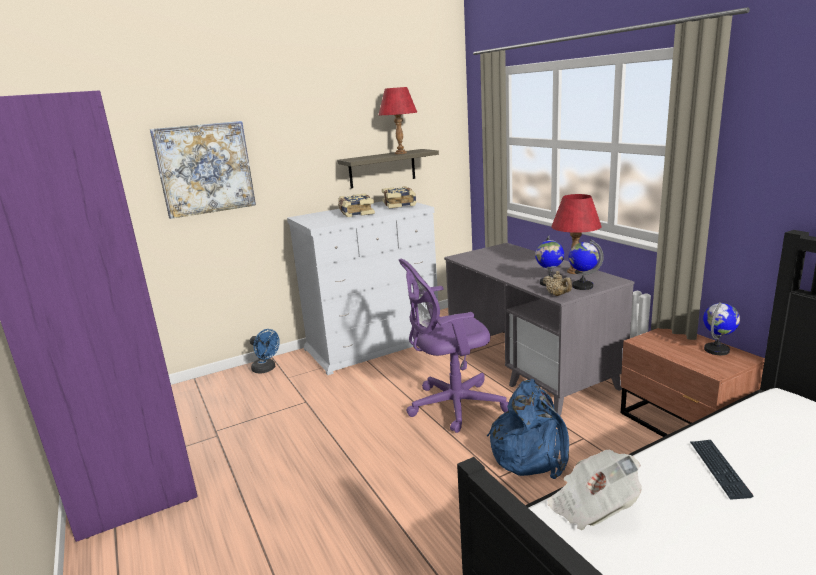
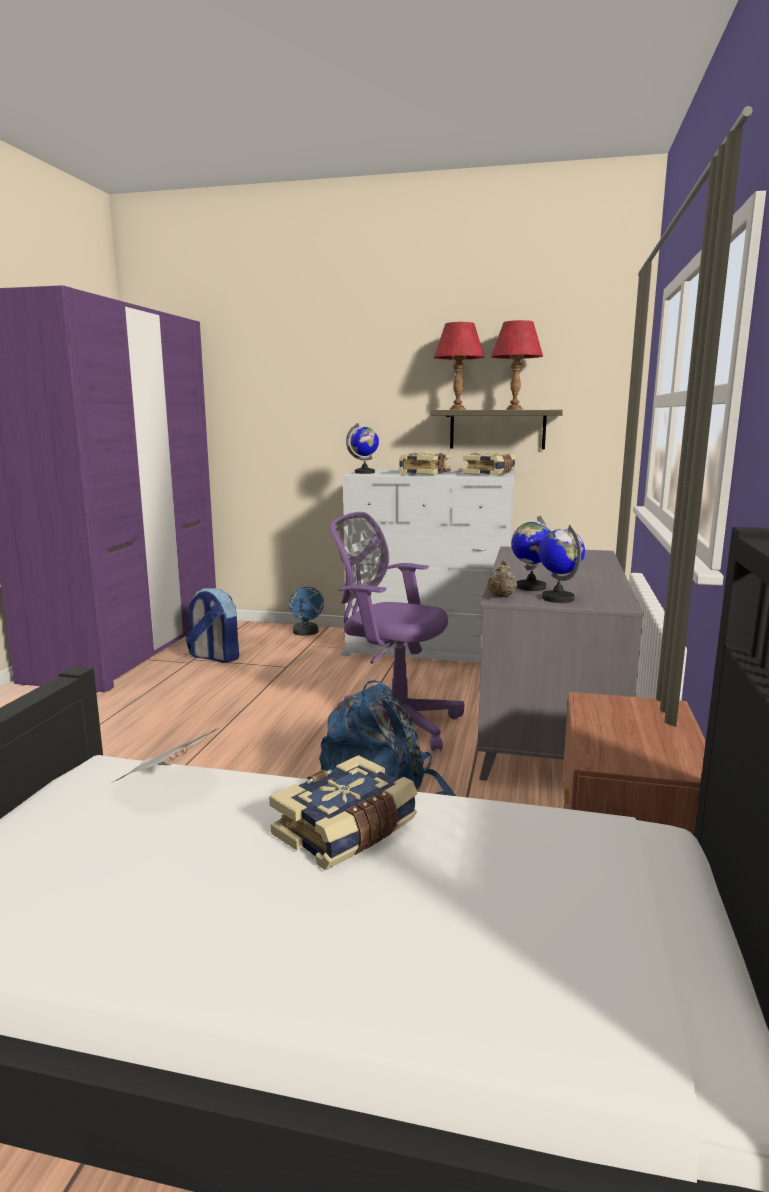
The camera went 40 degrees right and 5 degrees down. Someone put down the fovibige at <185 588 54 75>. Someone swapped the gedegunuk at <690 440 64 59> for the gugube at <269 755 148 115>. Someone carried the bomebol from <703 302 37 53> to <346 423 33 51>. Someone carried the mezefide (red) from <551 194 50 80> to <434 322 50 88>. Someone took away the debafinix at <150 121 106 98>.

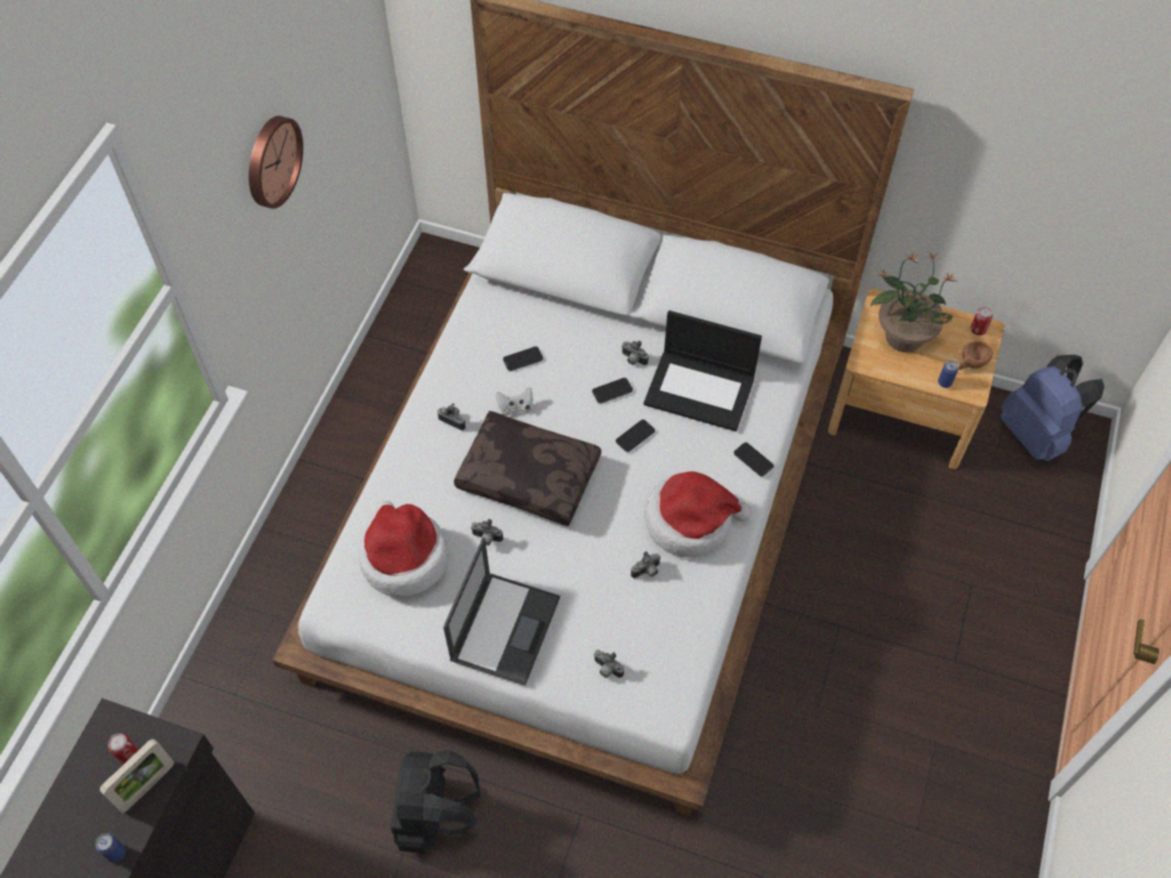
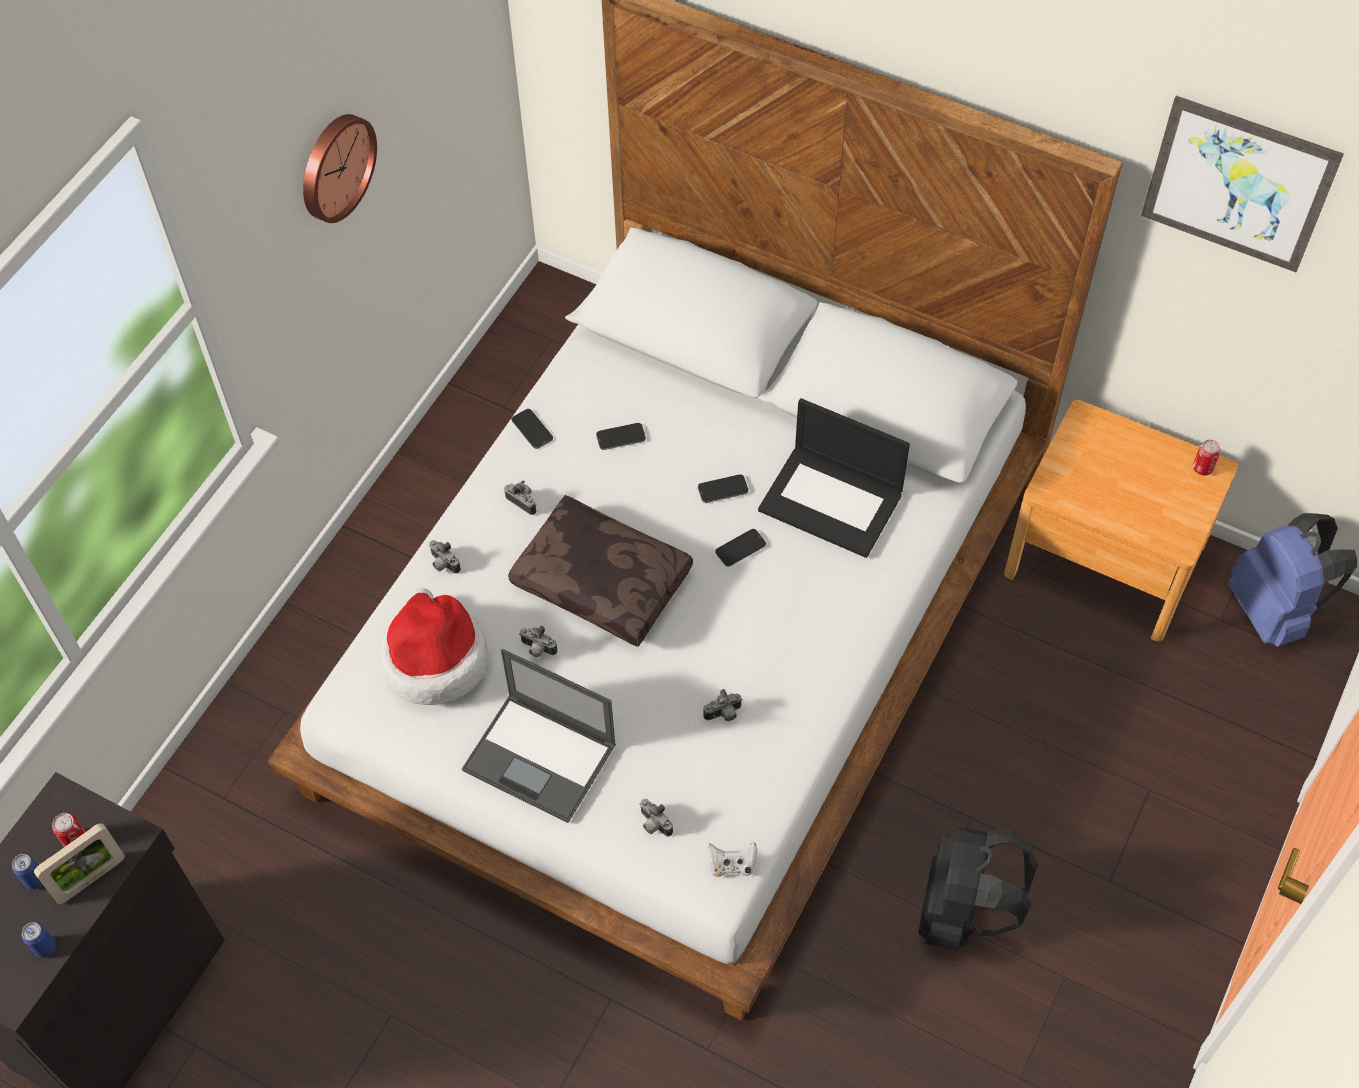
The camera went 10 degrees right and 0 degrees up. Someone carried the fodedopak from <938 361 21 27> to <12 854 31 36>. Someone carried the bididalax from <621 340 28 25> to <429 540 32 34>. Someone rotated the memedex at <443 537 117 149> by 90 degrees clockwise. Someone carried the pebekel from <734 442 40 35> to <511 409 42 40>. Someone carried the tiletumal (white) from <496 387 37 29> to <706 842 51 35>. Someone carried the fovibige (black) from <390 750 90 103> to <919 827 119 124>. Someone put up the debafinix at <1141 96 203 176>. Someone took away the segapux at <645 471 107 87>. Someone took away the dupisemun at <870 252 88 100>. Someone took away the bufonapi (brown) at <958 341 35 29>.

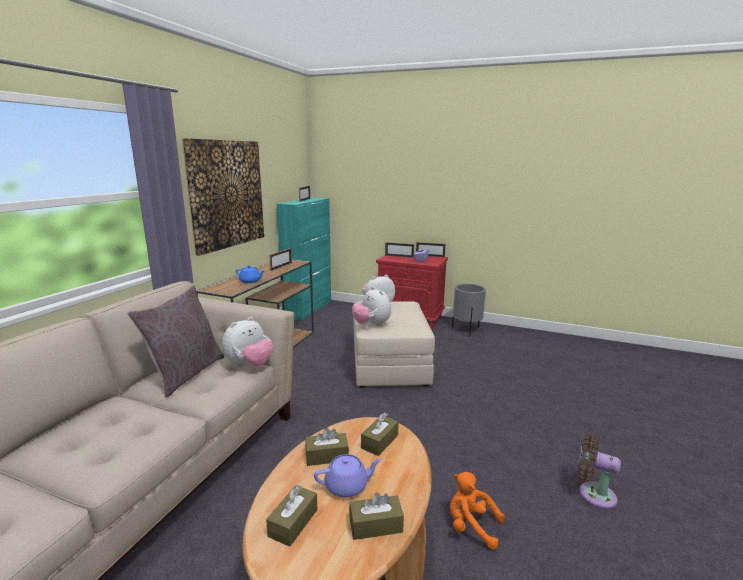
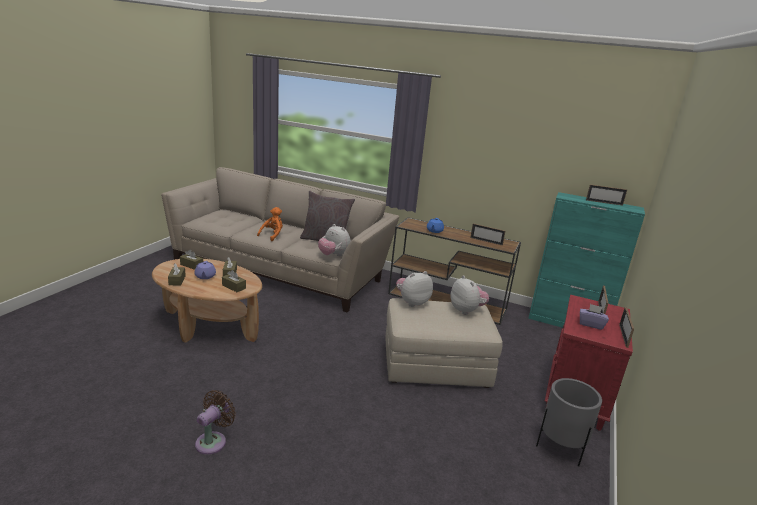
The camera went 90 degrees right and 5 degrees up. Someone carried the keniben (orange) from <450 472 55 77> to <257 207 26 34>. Someone took away the debafinix at <182 138 82 118>.

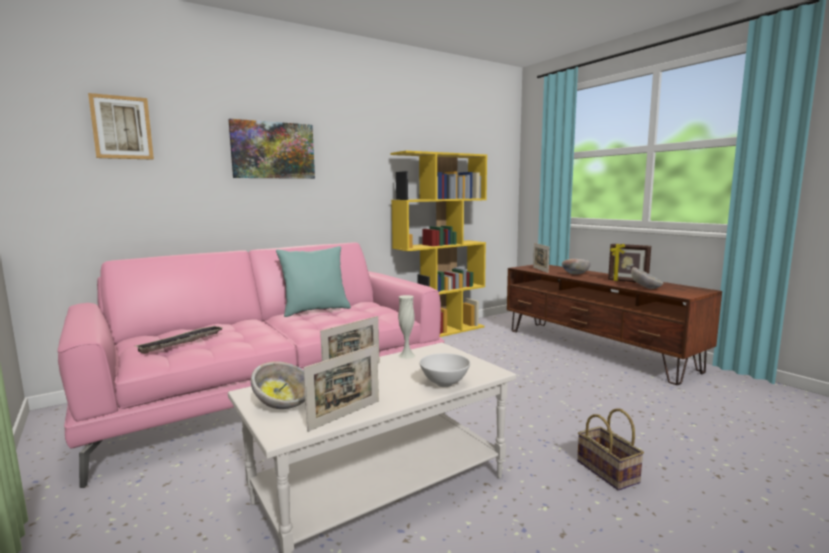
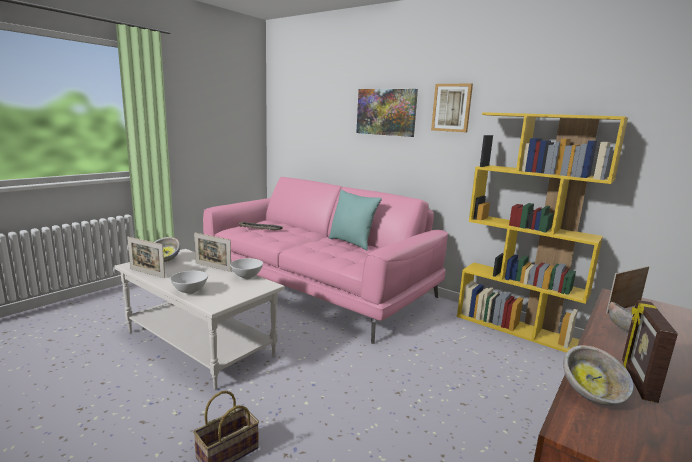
The camera went 70 degrees right and 5 degrees up. Someone swapped the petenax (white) at <398 295 17 64> for the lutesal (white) at <230 258 33 21>. Someone carried the debafinix from <88 93 66 67> to <431 83 42 49>.

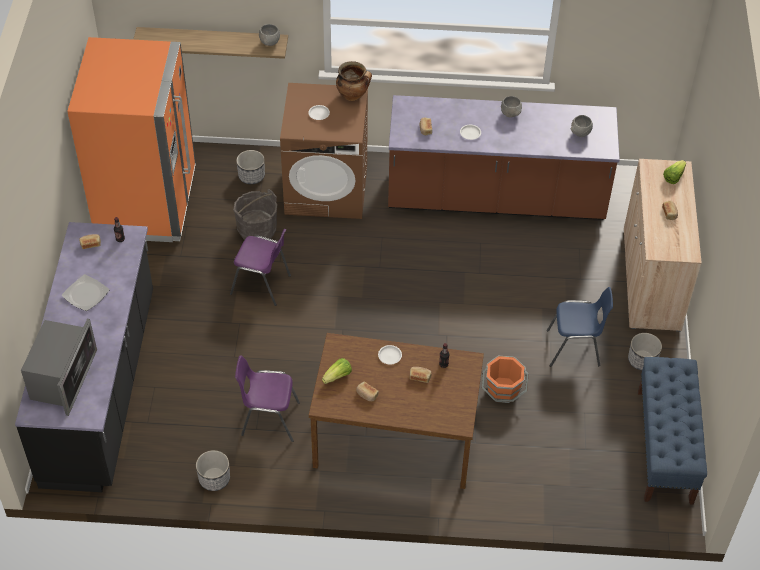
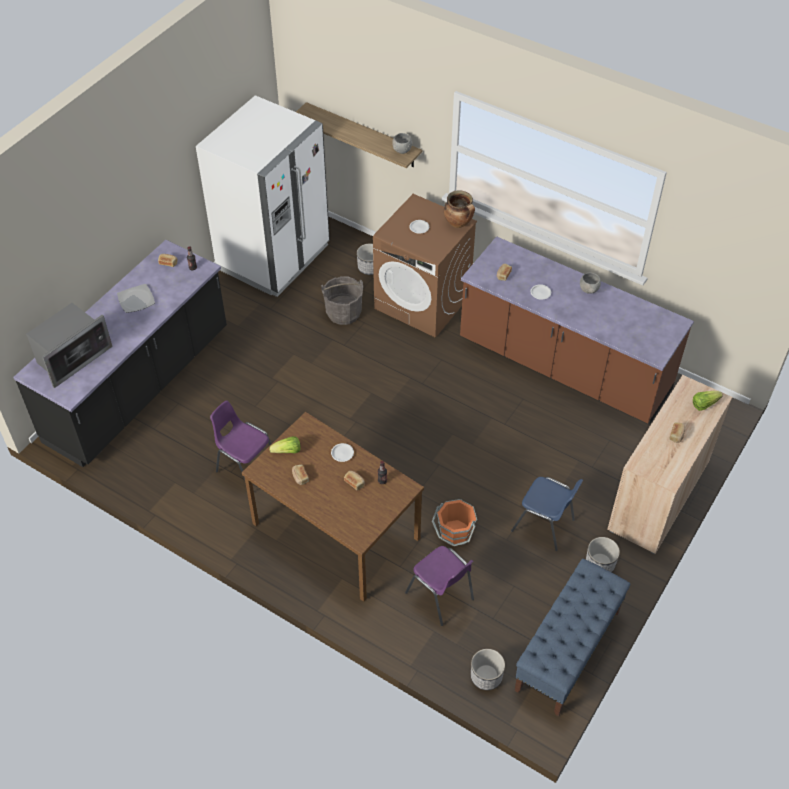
The camera went 30 degrees right and 0 degrees up. Someone repainted the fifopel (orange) at <67 37 129 205>, which became the fifopel (white) at <196 95 134 202>. Someone carried the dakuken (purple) from <230 229 61 77> to <405 546 69 80>. Someone carried the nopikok from <196 450 34 41> to <471 649 34 41>. Someone took away the lutesal (grey) at <571 115 22 22>.

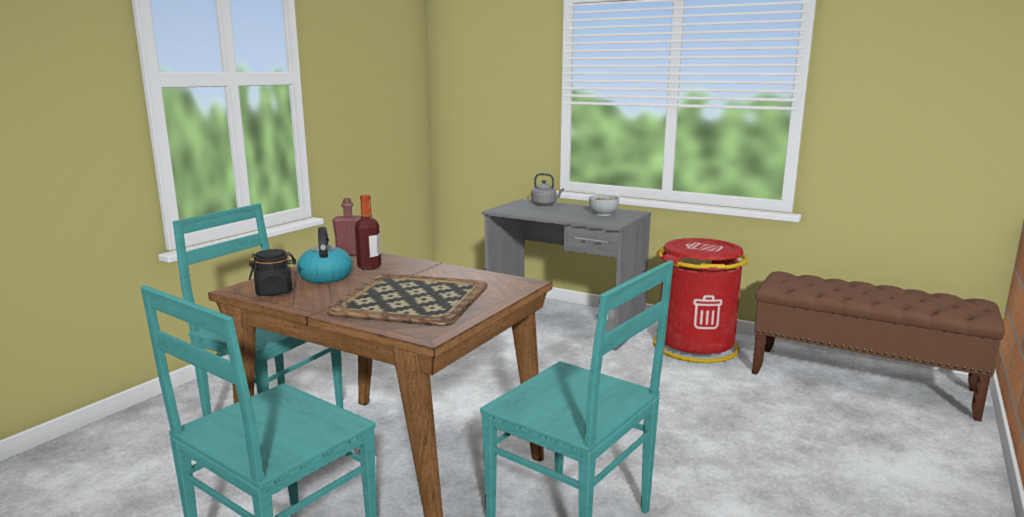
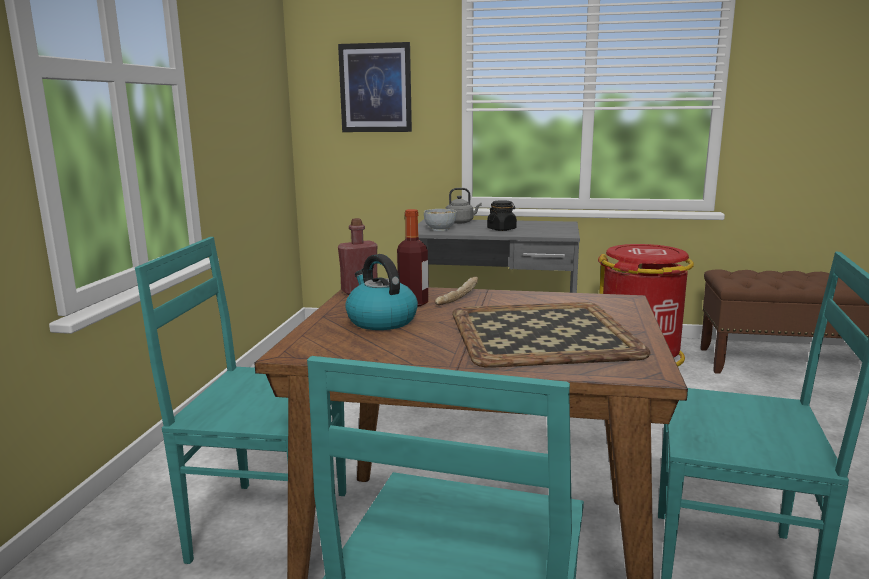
The camera went 20 degrees left and 0 degrees up. Someone put up the debafinix at <338 42 74 90>. Someone carried the lutesal from <589 195 30 21> to <424 209 33 22>. Someone put down the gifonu at <435 276 43 29>. Someone carried the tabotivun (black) from <249 249 47 47> to <487 200 30 31>.

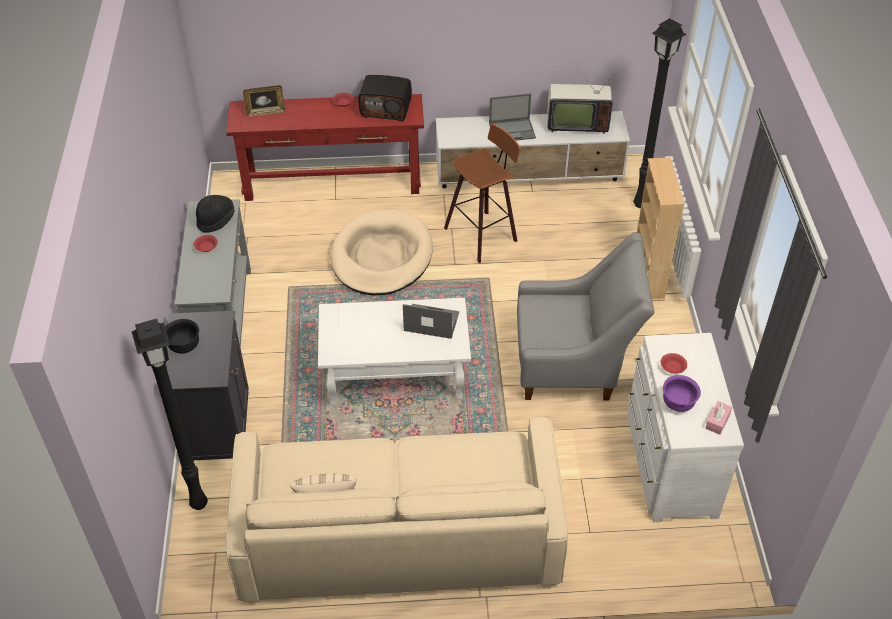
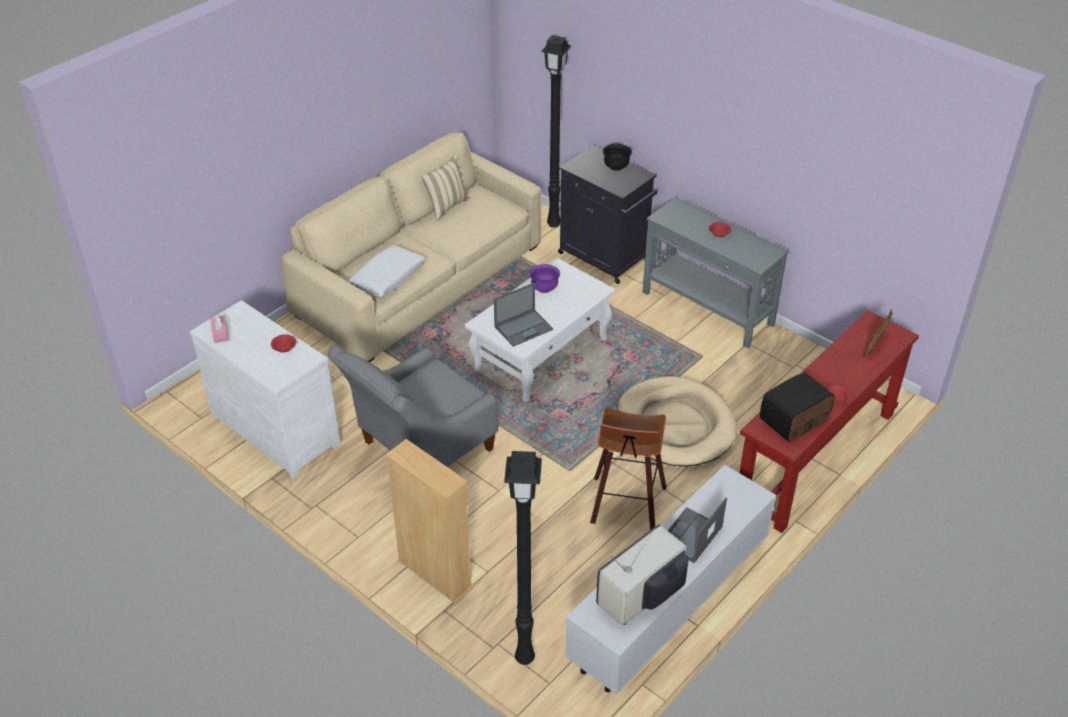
The camera went 135 degrees right and 5 degrees down. Someone put down the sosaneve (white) at <347 245 79 52>. Someone carried the lutesal (purple) from <663 375 38 37> to <529 264 31 29>. Someone took away the segapux (black) at <196 195 38 38>.

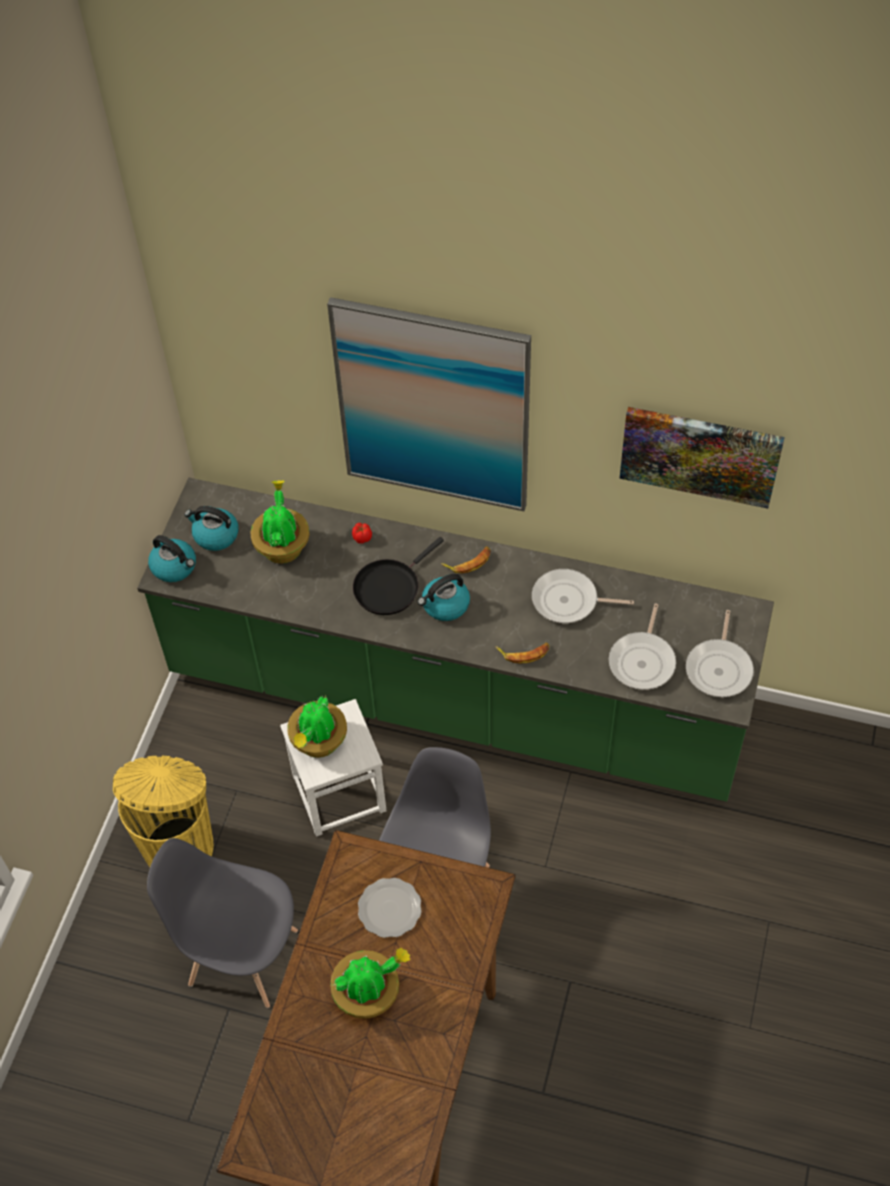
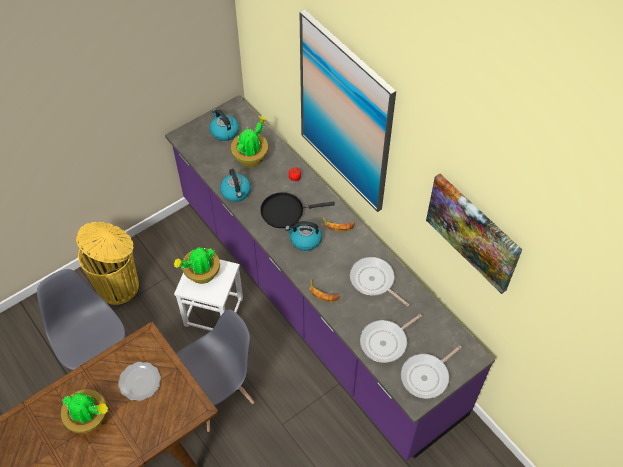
The camera went 35 degrees right and 0 degrees up. Someone repainted the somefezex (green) at <137 478 637 324>, which became the somefezex (purple) at <165 96 330 365>. Someone carried the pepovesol from <148 535 48 47> to <220 169 31 33>.

